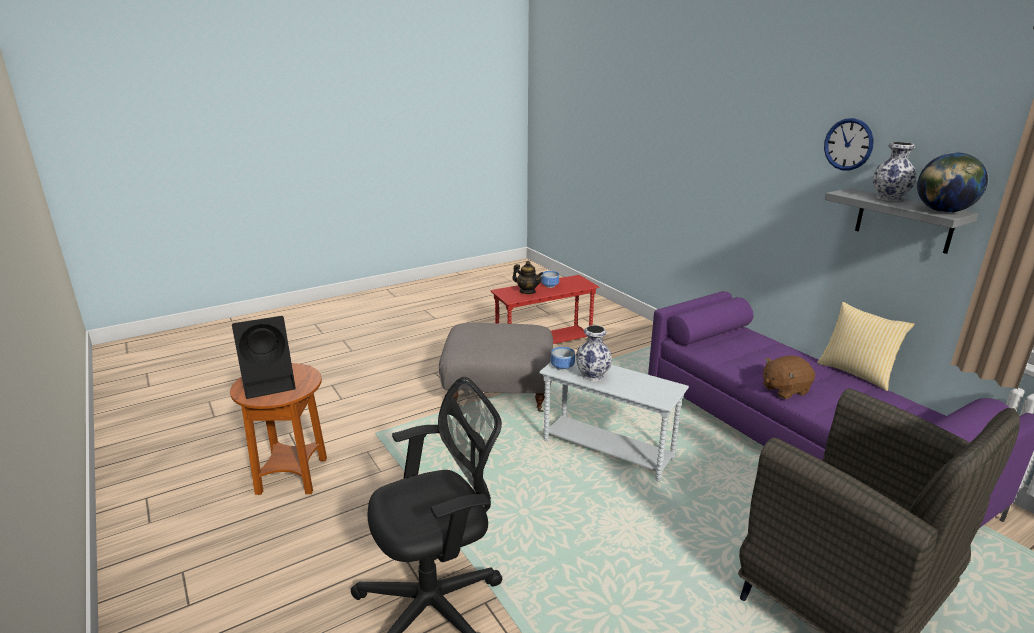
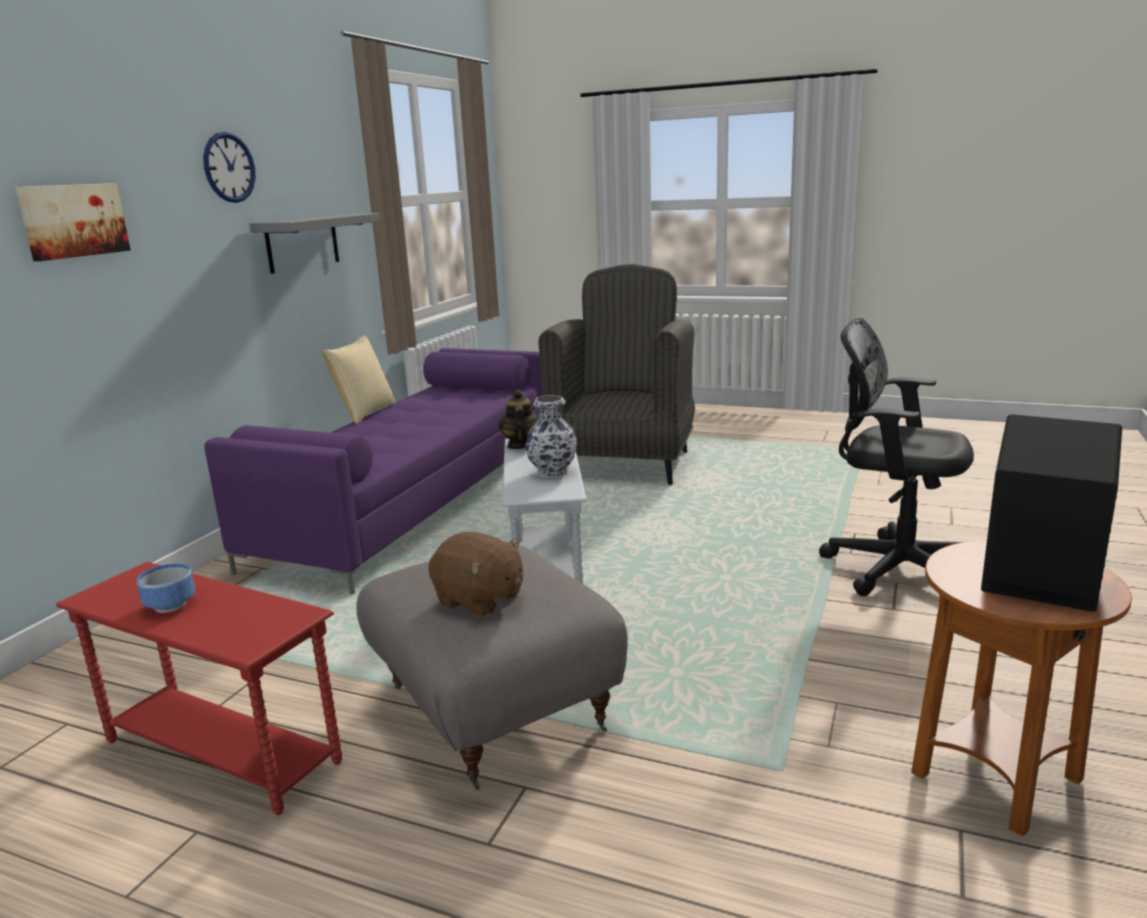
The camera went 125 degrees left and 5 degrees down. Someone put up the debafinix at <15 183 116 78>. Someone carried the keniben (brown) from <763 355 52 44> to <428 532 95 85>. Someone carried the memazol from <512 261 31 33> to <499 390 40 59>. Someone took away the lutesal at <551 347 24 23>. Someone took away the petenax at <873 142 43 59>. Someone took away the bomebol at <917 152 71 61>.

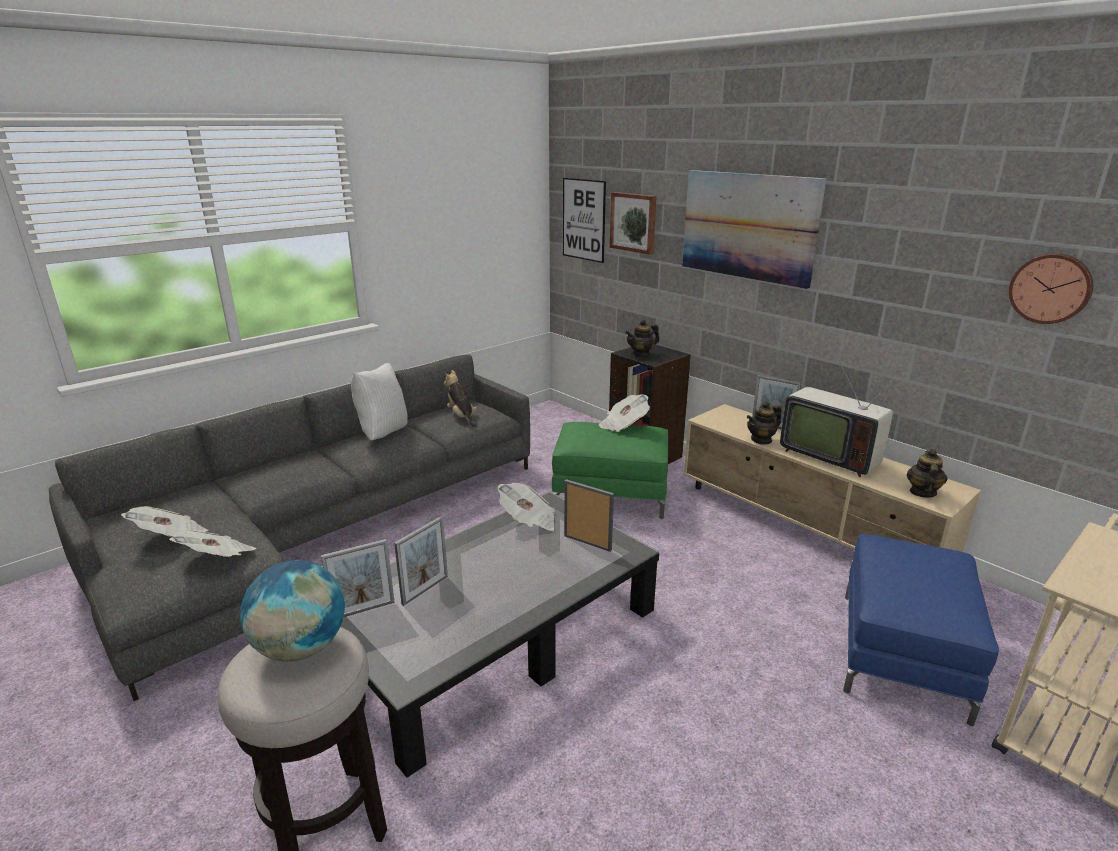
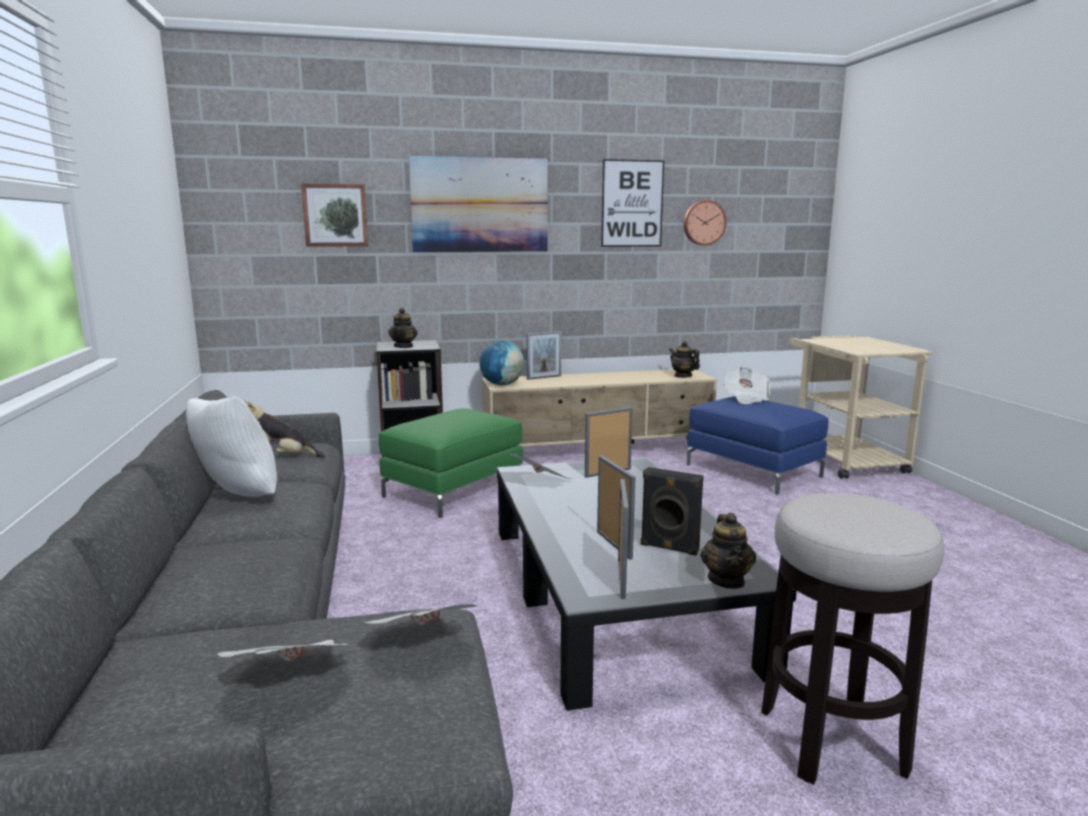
The camera went 60 degrees left and 10 degrees down. Someone carried the bomebol from <240 560 105 102> to <479 340 45 45>. Someone carried the debafinix from <563 178 43 85> to <601 159 63 88>. Someone put down the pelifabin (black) at <641 467 62 89>. Someone carried the memazol from <747 402 35 43> to <700 513 56 76>. Someone carried the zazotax from <599 394 51 38> to <723 367 47 37>. Someone took away the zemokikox at <780 360 122 117>.

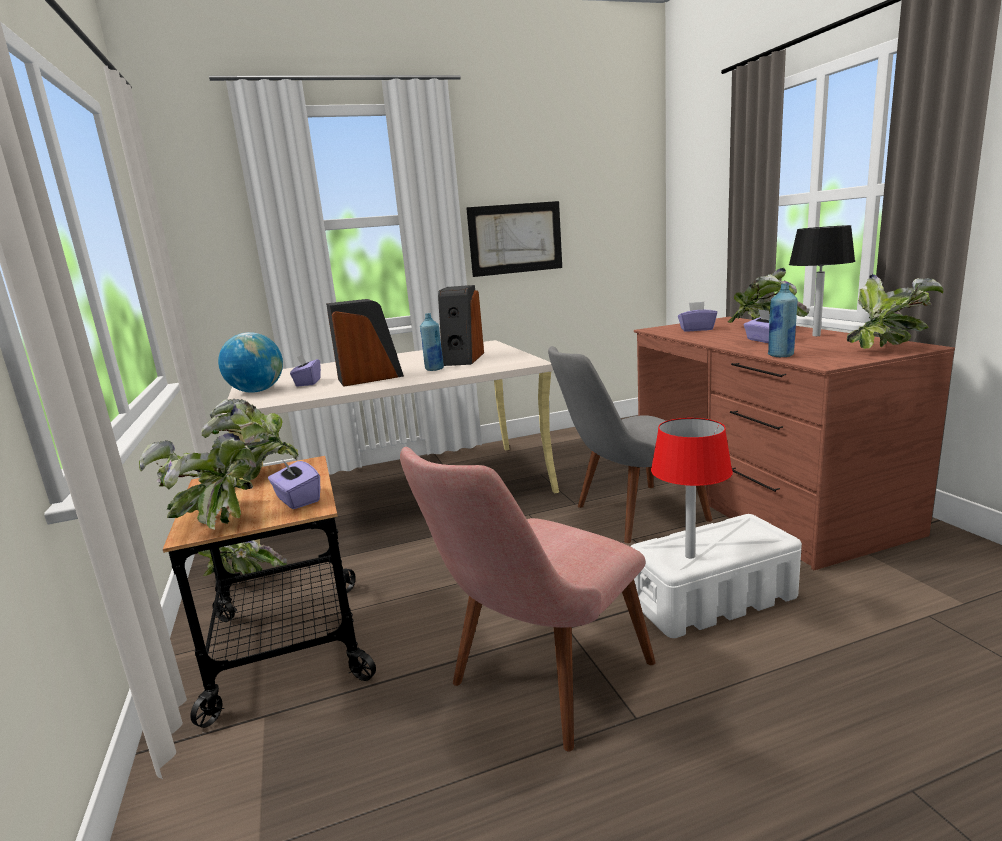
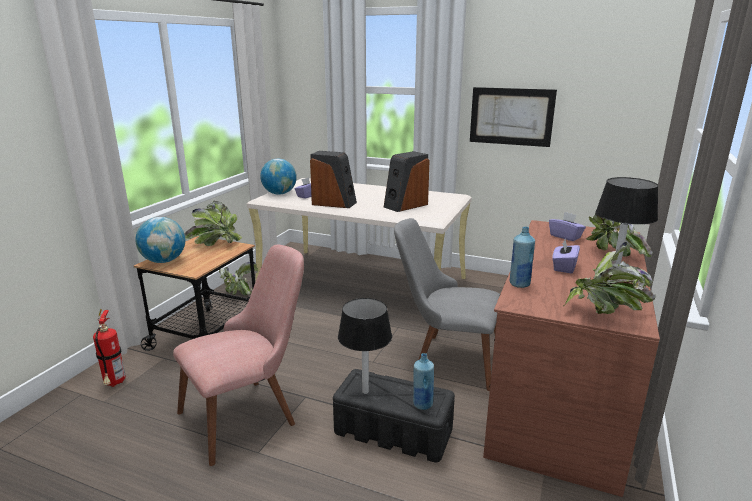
The camera went 40 degrees right and 5 degrees up. Someone put down the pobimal at <93 309 33 78>. Someone swapped the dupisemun at <139 433 117 97> for the bomebol at <135 217 50 46>. Someone rotated the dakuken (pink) at <400 447 256 304> by 150 degrees clockwise. Someone repainted the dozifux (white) at <630 514 172 124>, which became the dozifux (black) at <333 369 122 93>. Someone repainted the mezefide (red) at <651 418 82 140>, which became the mezefide (black) at <338 298 54 96>. Someone carried the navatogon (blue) from <420 313 24 58> to <413 353 21 57>. Someone took away the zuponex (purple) at <268 460 52 49>.

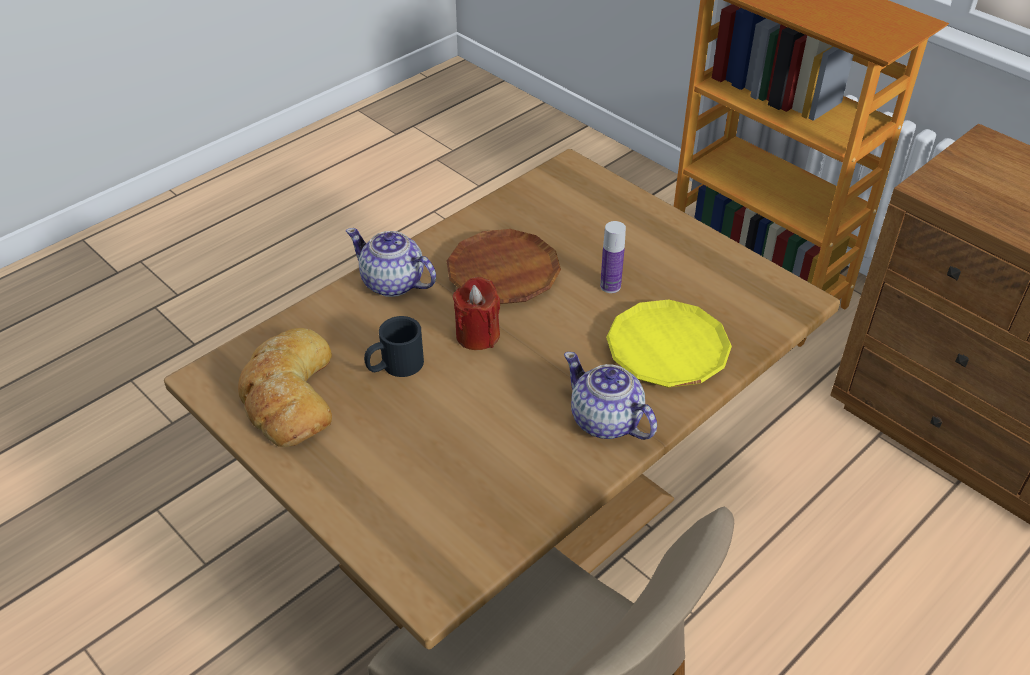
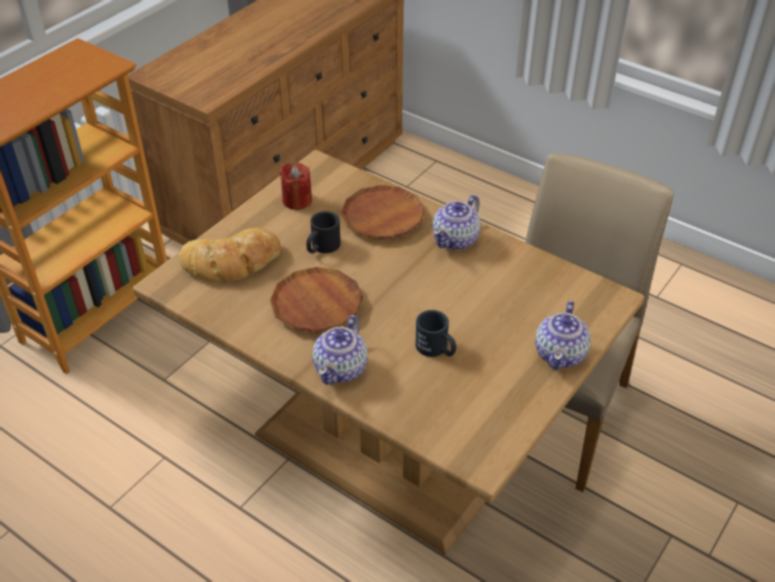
The camera went 100 degrees left and 0 degrees up. Someone carried the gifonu from <238 328 94 119> to <179 228 102 54>. Someone carried the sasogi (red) from <453 277 47 73> to <280 163 32 47>. Someone swapped the navatogon at <600 221 26 72> for the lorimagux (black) at <306 211 35 42>. Someone repainted the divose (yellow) at <606 300 126 88>, which became the divose (brown) at <341 185 84 55>. Someone put down the memazol at <535 301 56 69>.

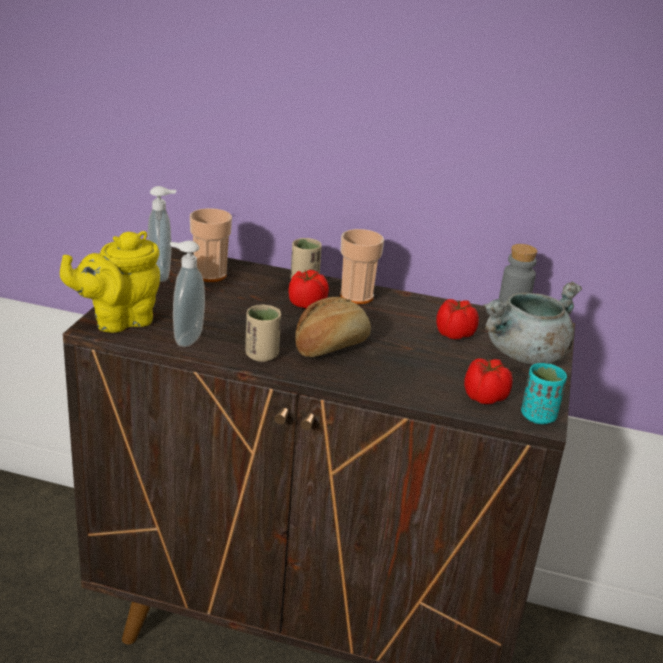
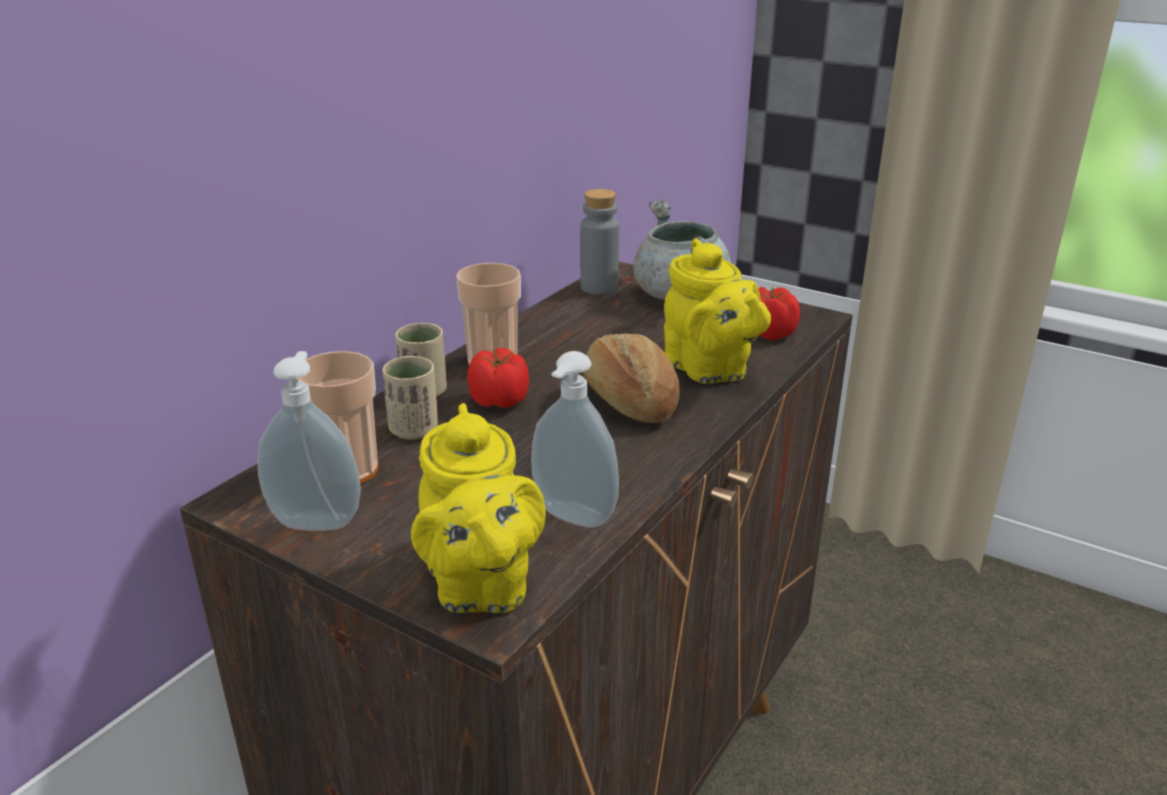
The camera went 70 degrees left and 0 degrees up. Someone carried the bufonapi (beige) from <245 305 36 57> to <382 356 56 84>. Someone put down the memazol (yellow) at <664 239 107 145>. Someone took away the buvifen at <436 299 43 40>. Someone took away the bufonapi (turquoise) at <521 363 46 61>.

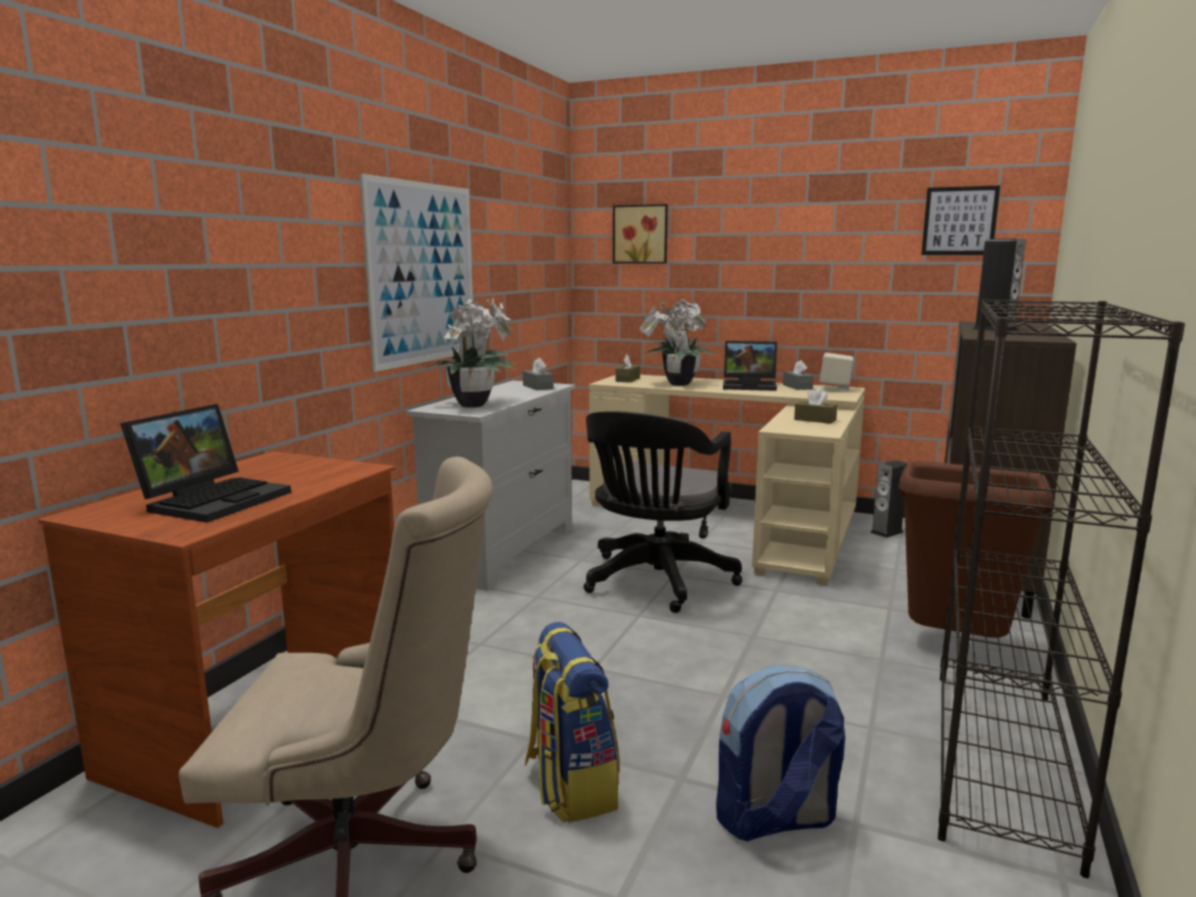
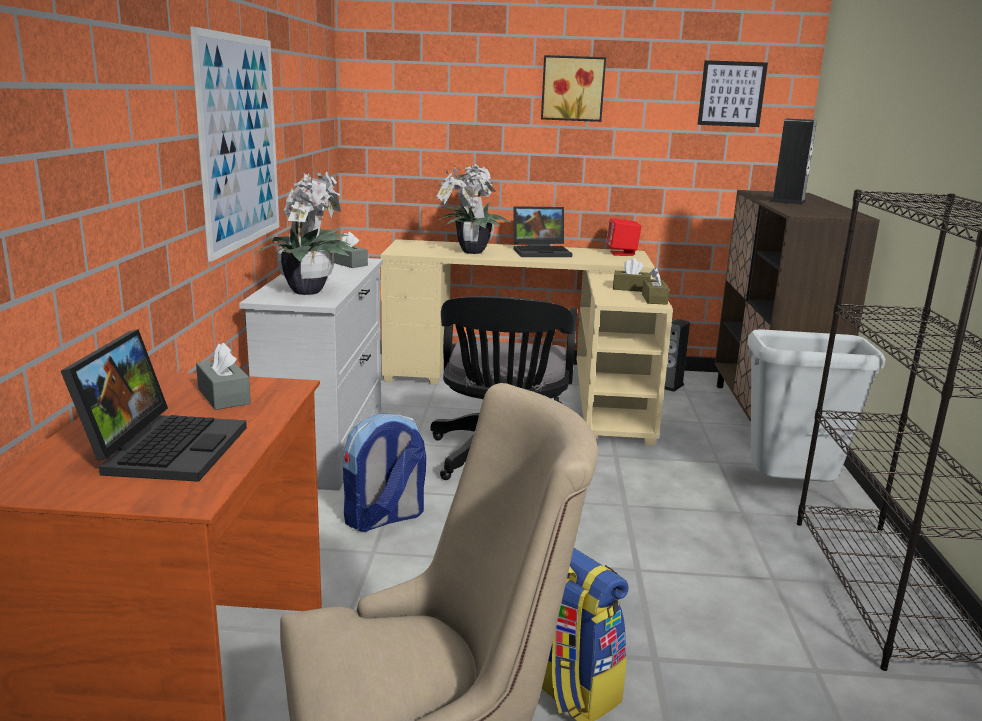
The camera went 20 degrees left and 5 degrees up. Someone carried the zuponex (grey) from <783 360 31 30> to <196 342 55 68>. Someone carried the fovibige from <716 665 129 176> to <343 414 83 118>. Someone carried the debafinix from <613 204 55 60> to <541 55 65 67>. Someone repainted the pelifabin (beige) at <820 353 34 39>, which became the pelifabin (red) at <606 218 35 38>. Someone carried the zuponex (brown) from <615 355 25 28> to <642 268 27 36>. Someone repainted the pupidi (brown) at <899 461 154 177>, which became the pupidi (grey) at <747 329 139 153>.

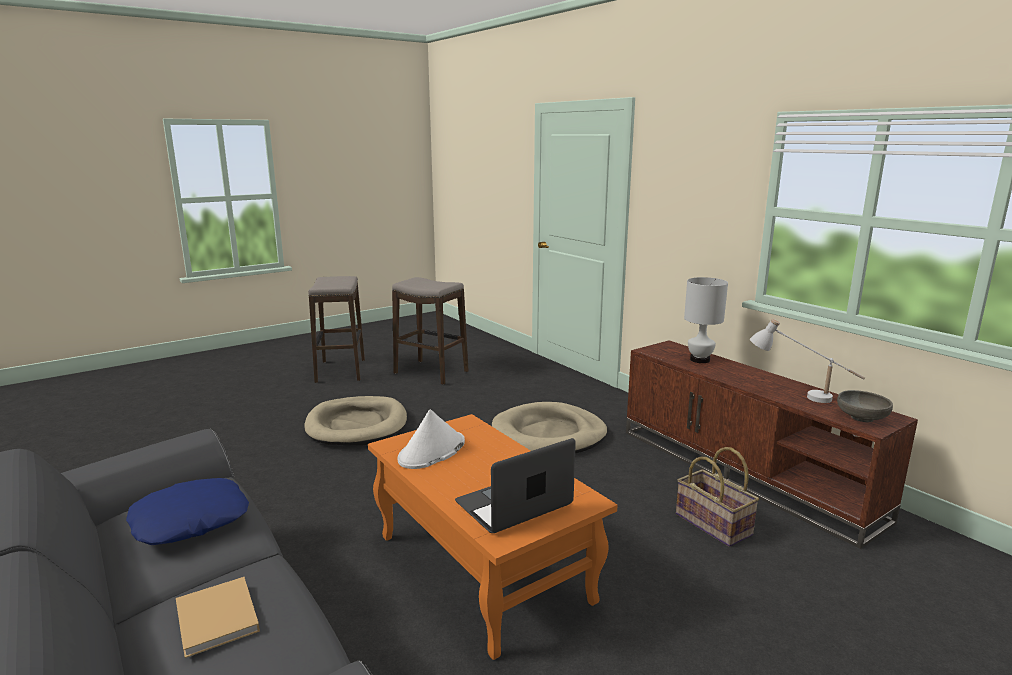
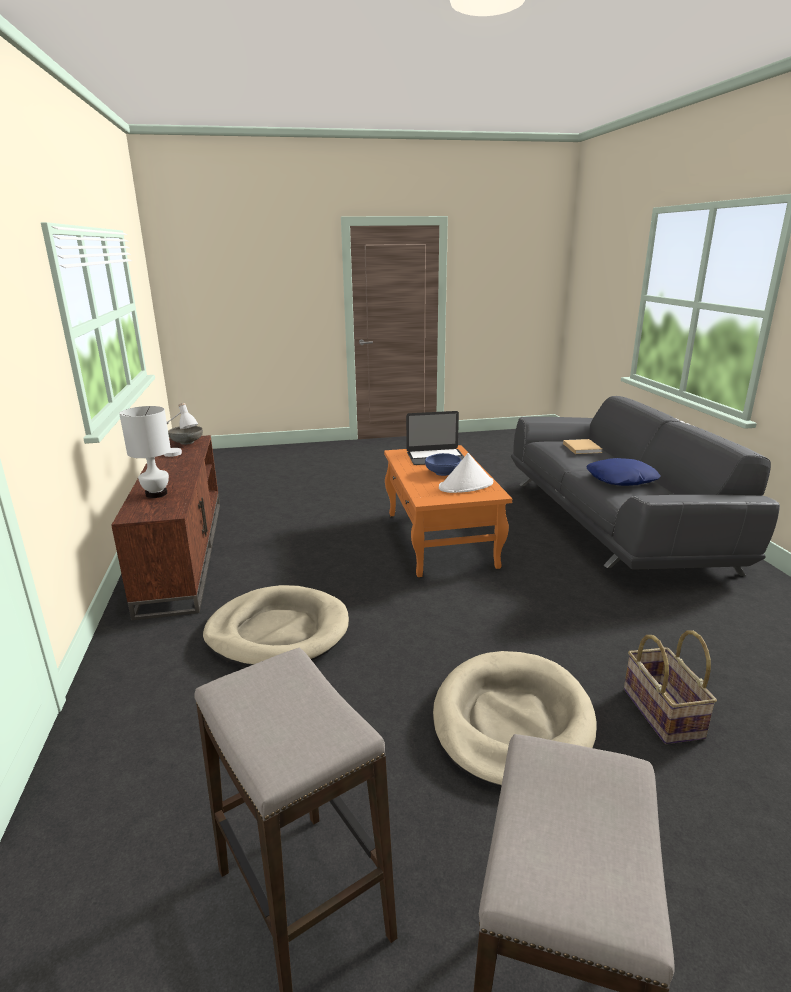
The camera went 155 degrees left and 5 degrees up. Someone put down the lutesal (blue) at <425 453 37 23>. Someone carried the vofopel from <676 447 83 100> to <624 630 93 114>.

